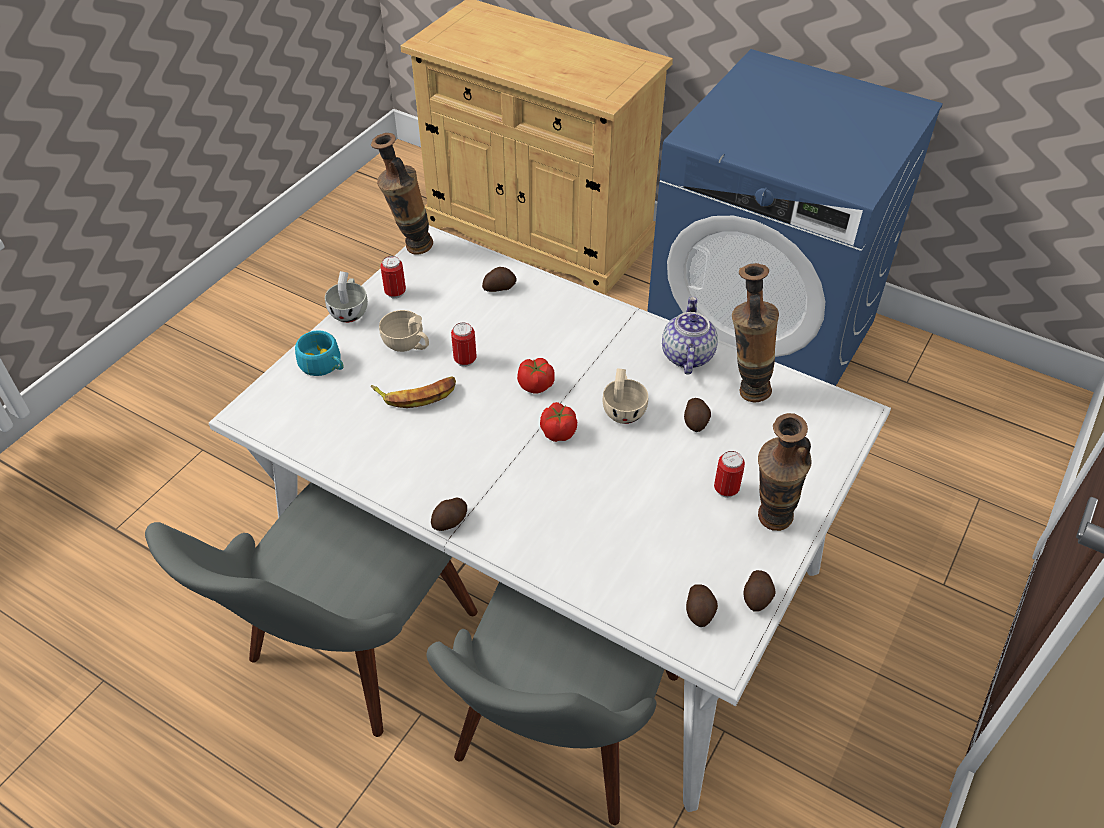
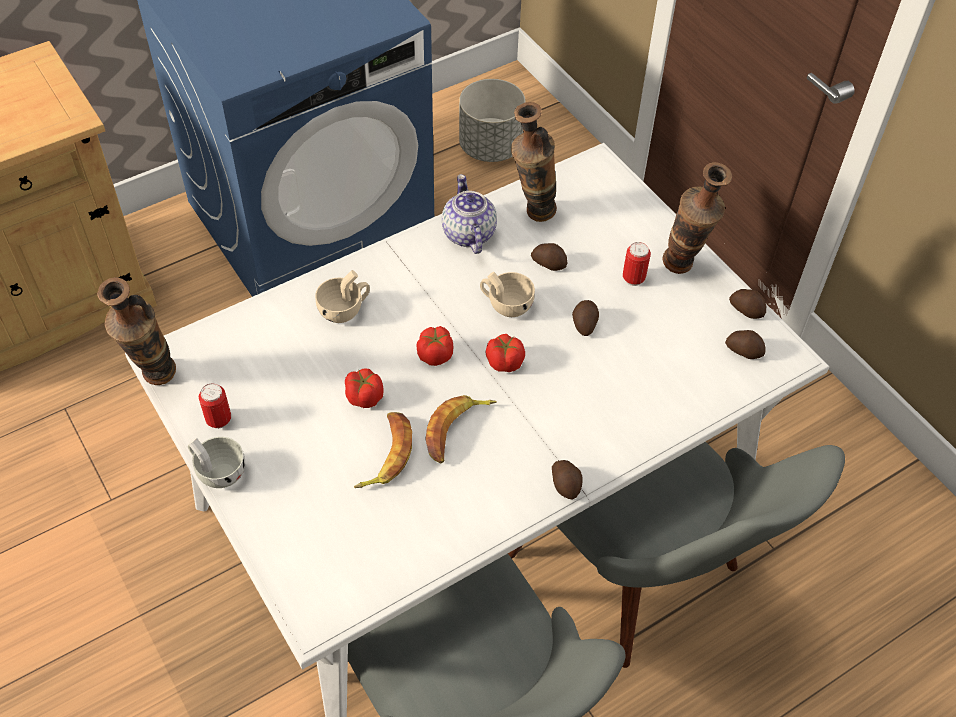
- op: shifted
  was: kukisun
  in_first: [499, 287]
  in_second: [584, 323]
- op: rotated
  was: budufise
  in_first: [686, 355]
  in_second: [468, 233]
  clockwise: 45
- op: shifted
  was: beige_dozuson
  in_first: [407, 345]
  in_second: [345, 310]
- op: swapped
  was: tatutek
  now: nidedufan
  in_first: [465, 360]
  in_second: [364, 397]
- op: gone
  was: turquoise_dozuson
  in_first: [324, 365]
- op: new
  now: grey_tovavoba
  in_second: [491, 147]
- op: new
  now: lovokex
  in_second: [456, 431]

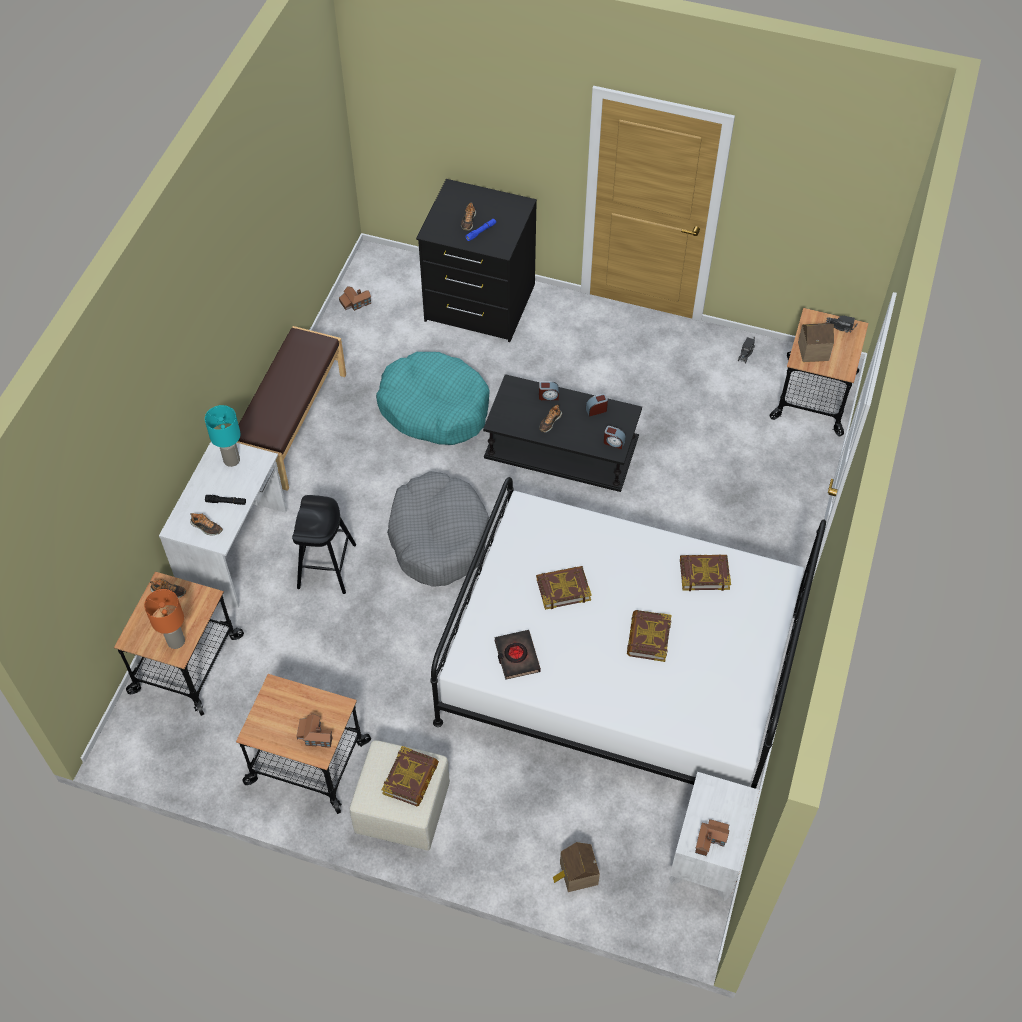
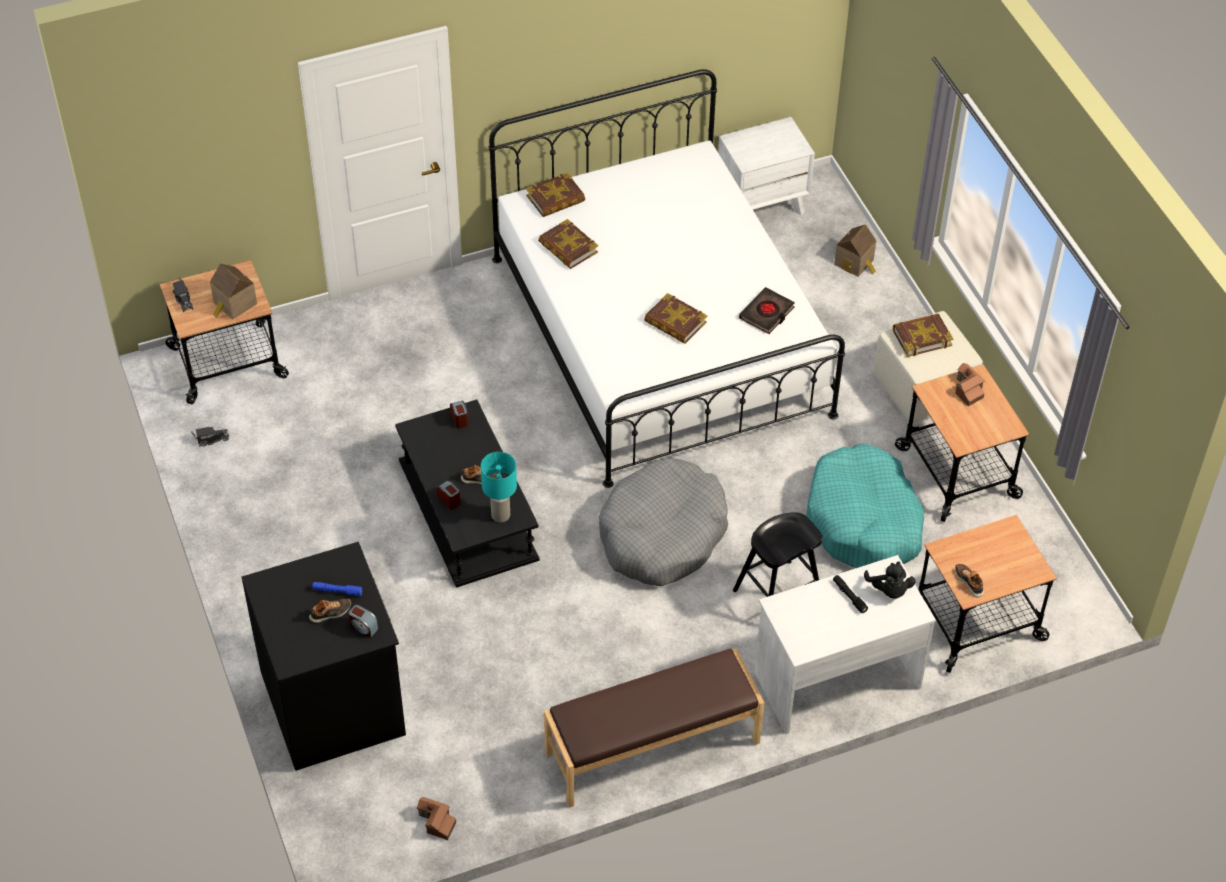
- op: shifted
  was: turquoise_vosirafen
  in_first: [434, 408]
  in_second: [864, 521]
- op: shifted
  was: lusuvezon
  in_first: [596, 410]
  in_second: [363, 627]
- op: shifted
  was: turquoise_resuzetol
  in_first: [232, 460]
  in_second: [500, 515]
- op: swapped
  was: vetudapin
  now: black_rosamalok
  in_first: [206, 527]
  in_second: [889, 590]
- op: gone
  was: orange_resuzetol
  in_first: [175, 641]
- op: shifted
  was: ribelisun
  in_first: [648, 638]
  in_second: [555, 199]
- op: gone
  was: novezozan
  in_first: [711, 839]

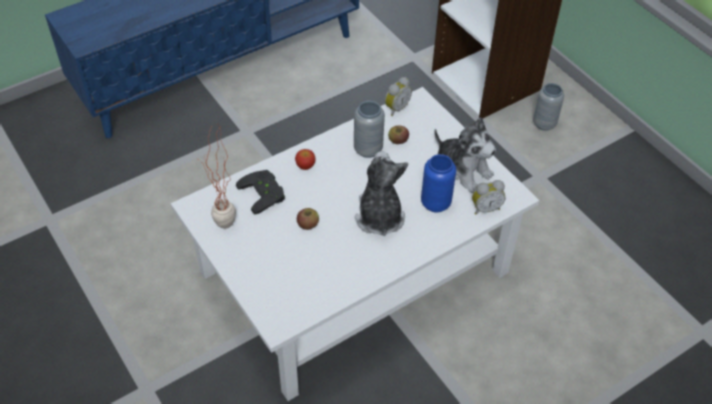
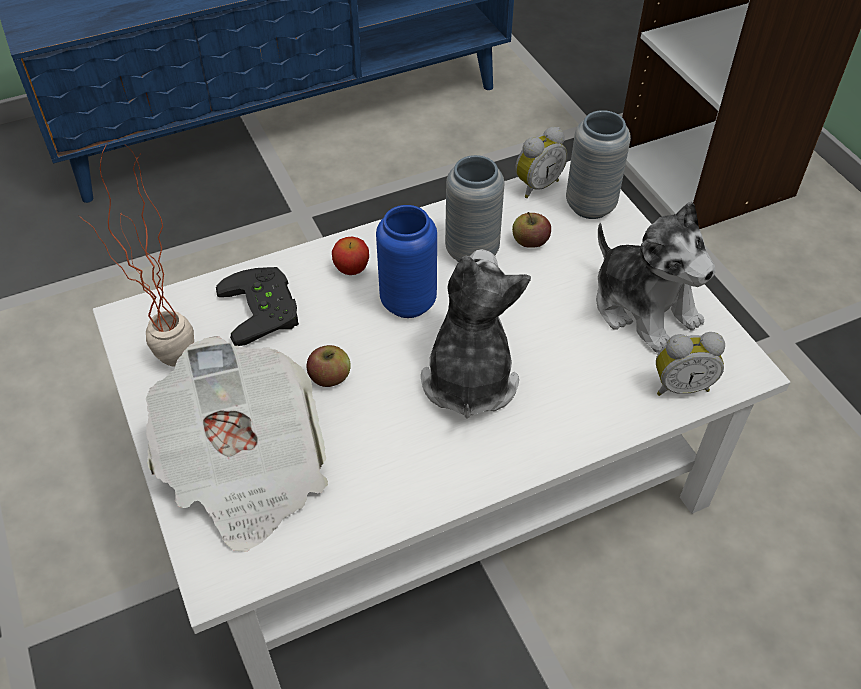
- op: shifted
  was: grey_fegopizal
  in_first: [544, 124]
  in_second: [590, 206]
- op: shifted
  was: blue_fegopizal
  in_first: [435, 203]
  in_second: [408, 302]
- op: new
  now: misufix
  in_second: [245, 469]

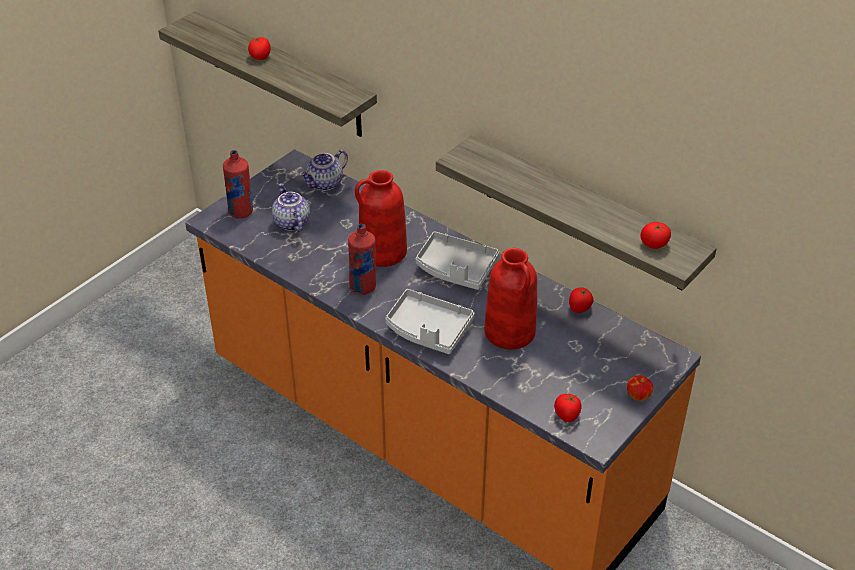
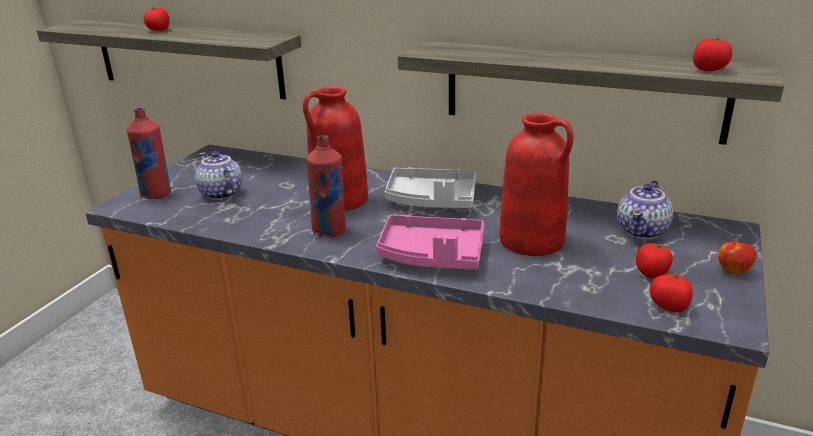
- op: shifted
  was: budufise
  in_first: [325, 184]
  in_second: [643, 231]
- op: shifted
  was: nidedufan
  in_first: [579, 307]
  in_second: [651, 273]
- op: repainted
  was: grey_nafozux
  now: pink_nafozux
  in_first: [428, 330]
  in_second: [432, 255]

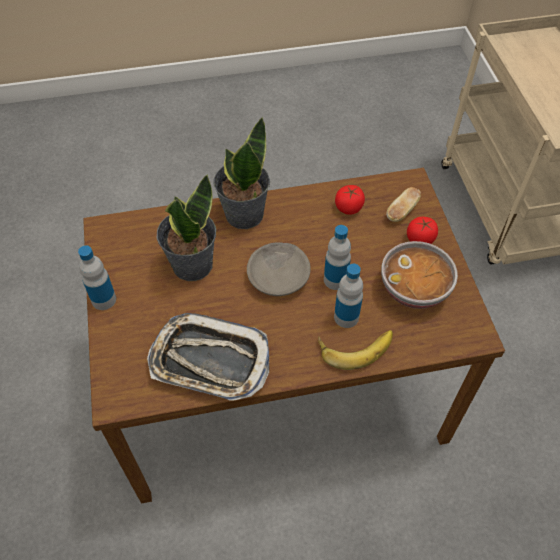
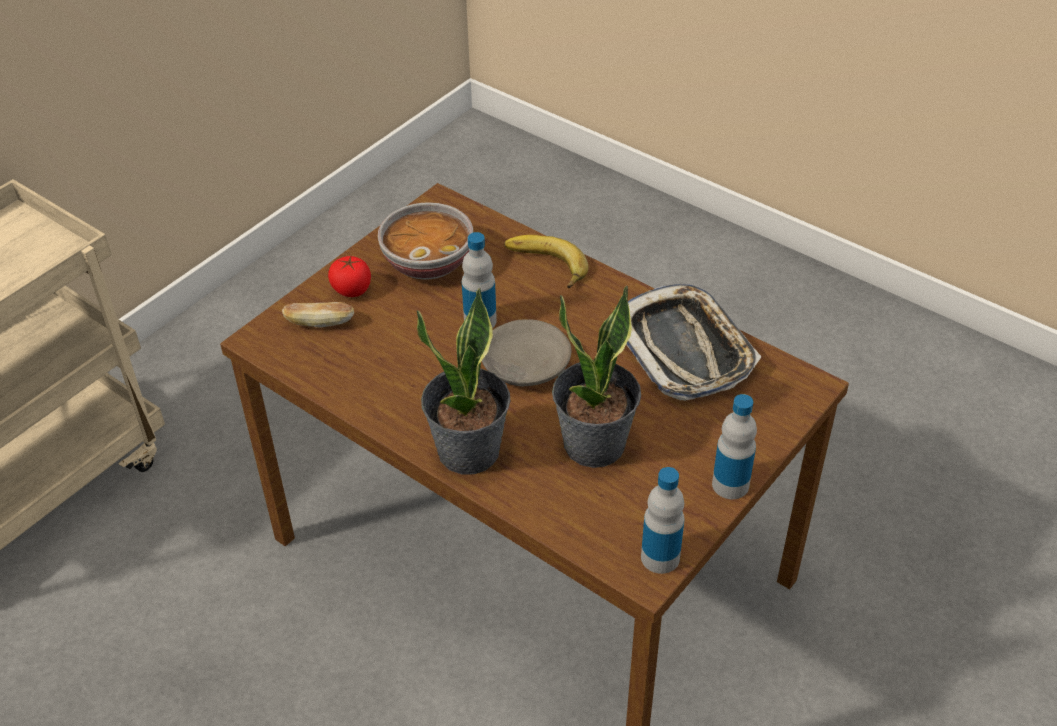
- op: gone
  was: nidedufan
  in_first: [349, 208]
- op: shifted
  was: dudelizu
  in_first: [346, 317]
  in_second: [660, 557]

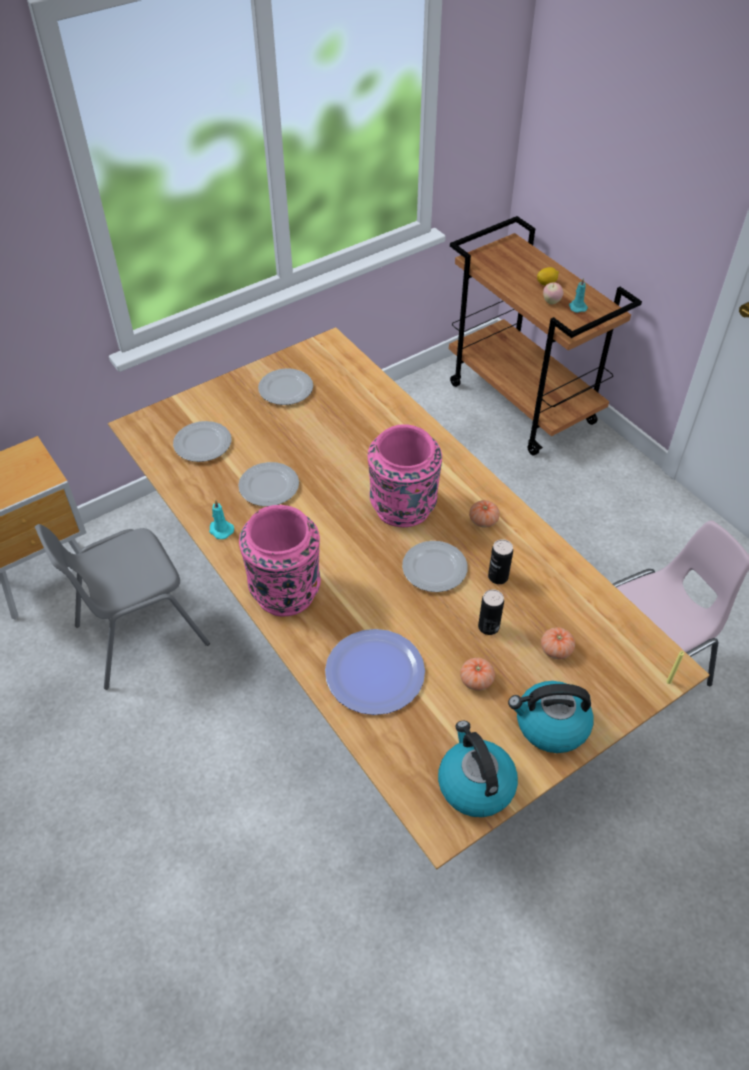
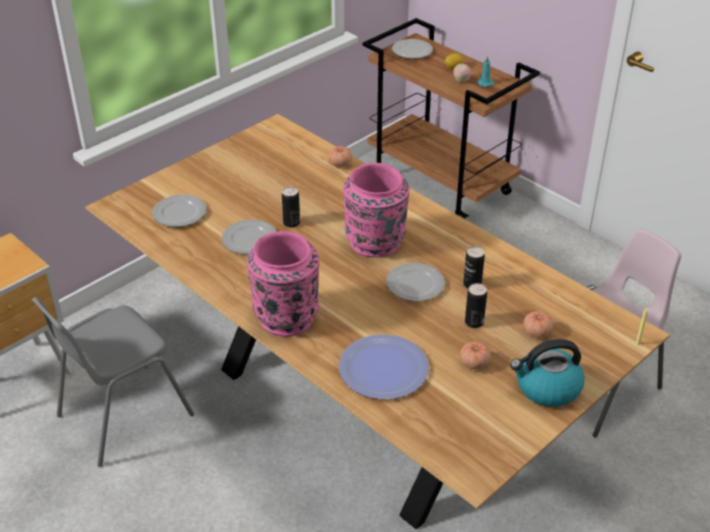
- op: shifted
  was: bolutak
  in_first: [285, 390]
  in_second: [412, 51]
- op: gone
  was: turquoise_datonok
  in_first: [220, 530]
- op: shifted
  was: nidedufan
  in_first: [483, 521]
  in_second: [340, 163]
- op: gone
  was: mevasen
  in_first: [475, 784]
- op: new
  now: tatutek
  in_second: [291, 223]

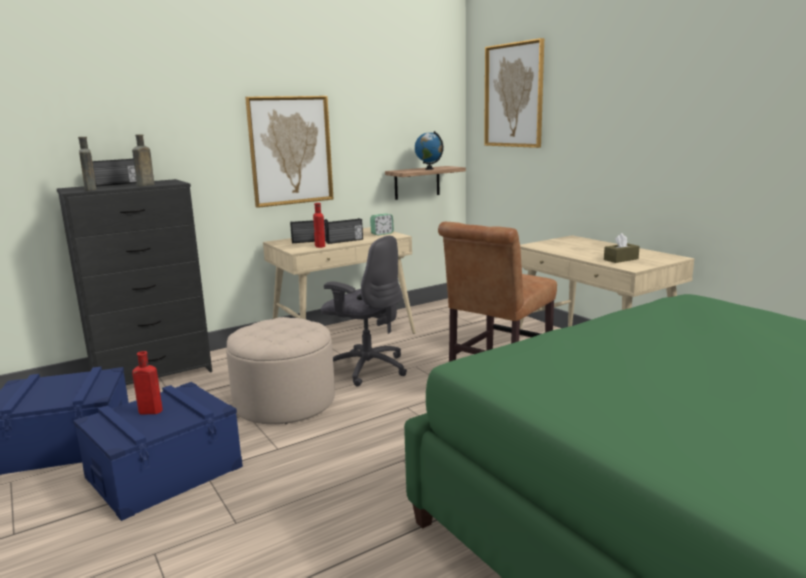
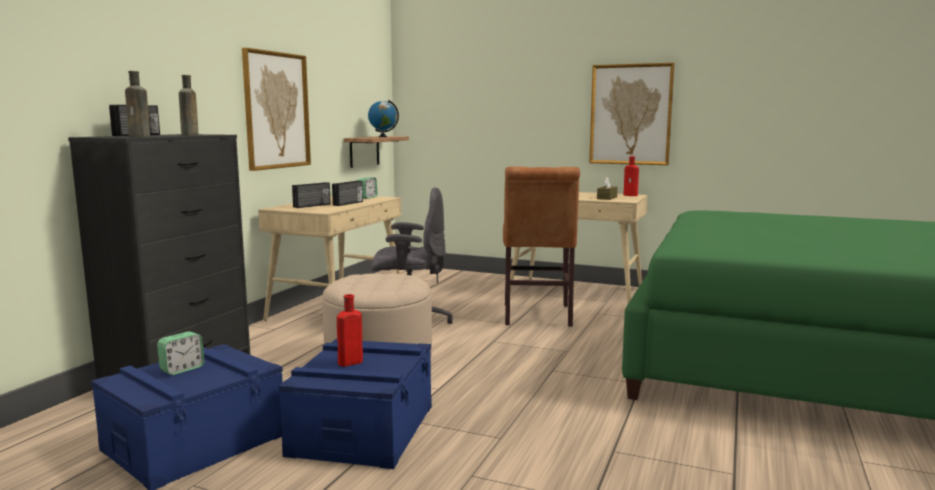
- op: shifted
  was: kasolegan
  in_first: [514, 95]
  in_second: [630, 114]
- op: shifted
  was: red_dudelizu
  in_first: [320, 246]
  in_second: [631, 195]
- op: new
  now: lusuvezon
  in_second: [182, 369]

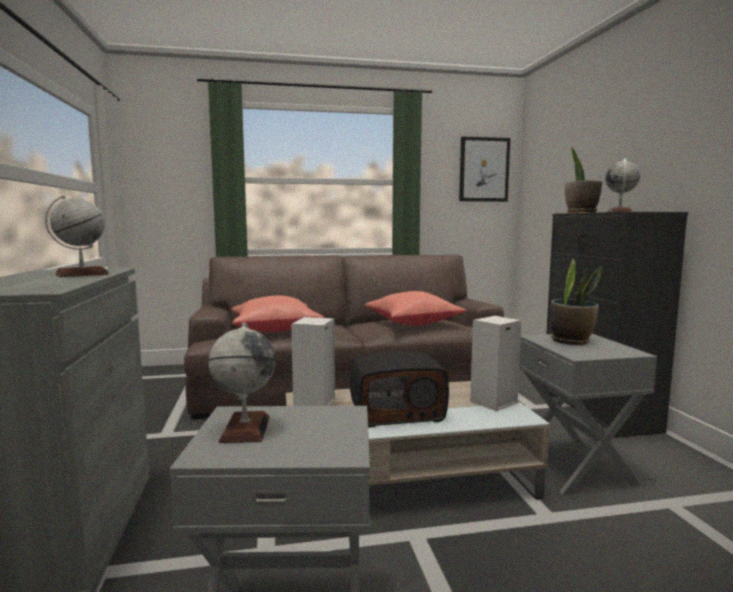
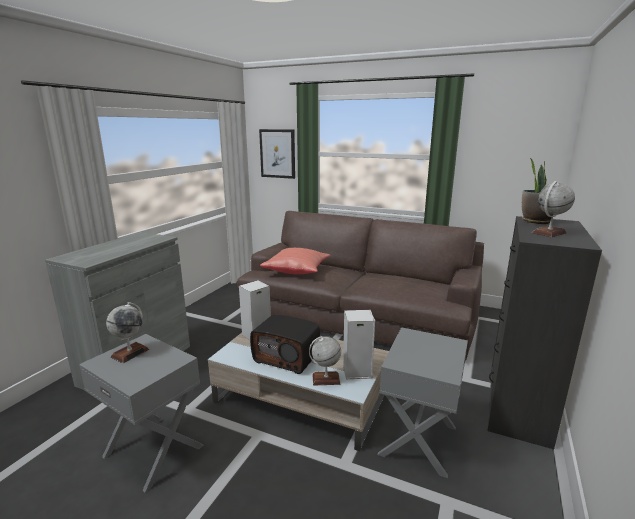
- op: shifted
  was: kasolegan
  in_first: [484, 169]
  in_second: [277, 153]
- op: shifted
  was: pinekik
  in_first: [82, 274]
  in_second: [326, 379]
- op: gone
  was: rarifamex
  in_first: [571, 341]
- op: gone
  was: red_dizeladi
  in_first: [412, 323]

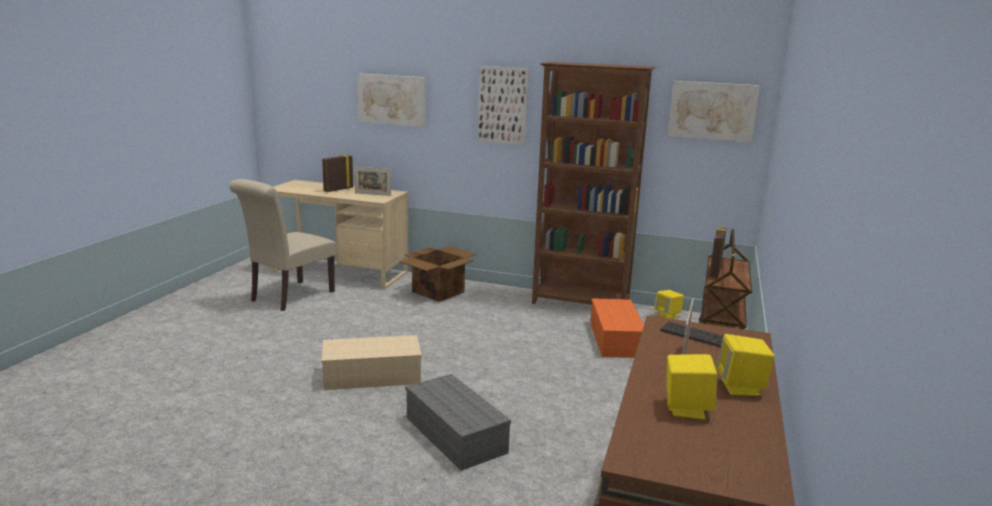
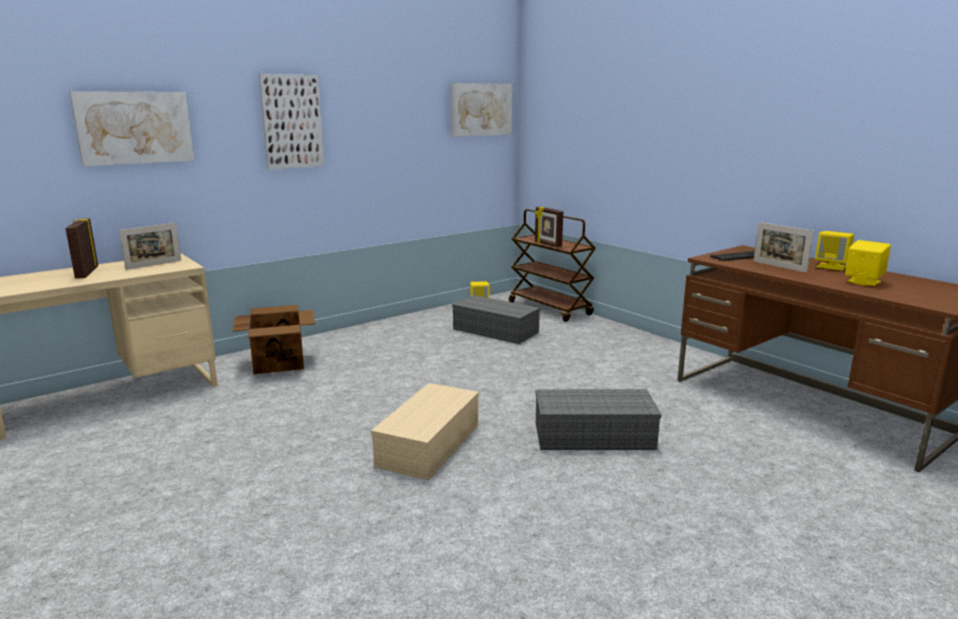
- op: gone
  was: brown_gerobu
  in_first: [581, 304]
- op: gone
  was: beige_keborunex
  in_first: [288, 297]
- op: repainted
  was: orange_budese
  now: grey_budese
  in_first: [617, 340]
  in_second: [497, 331]

